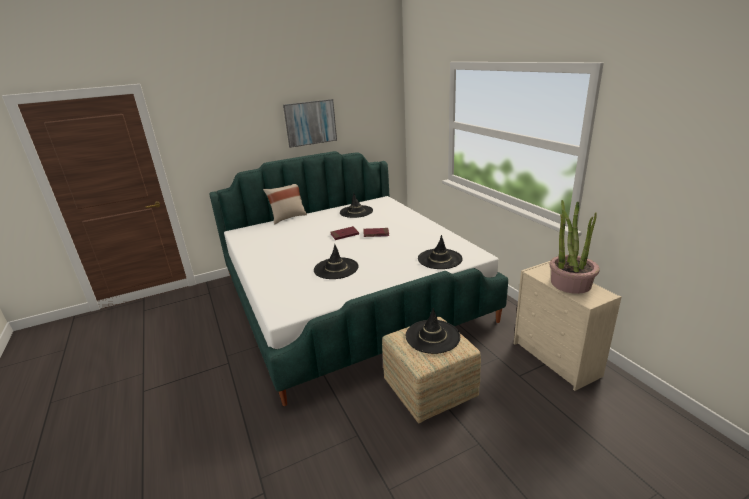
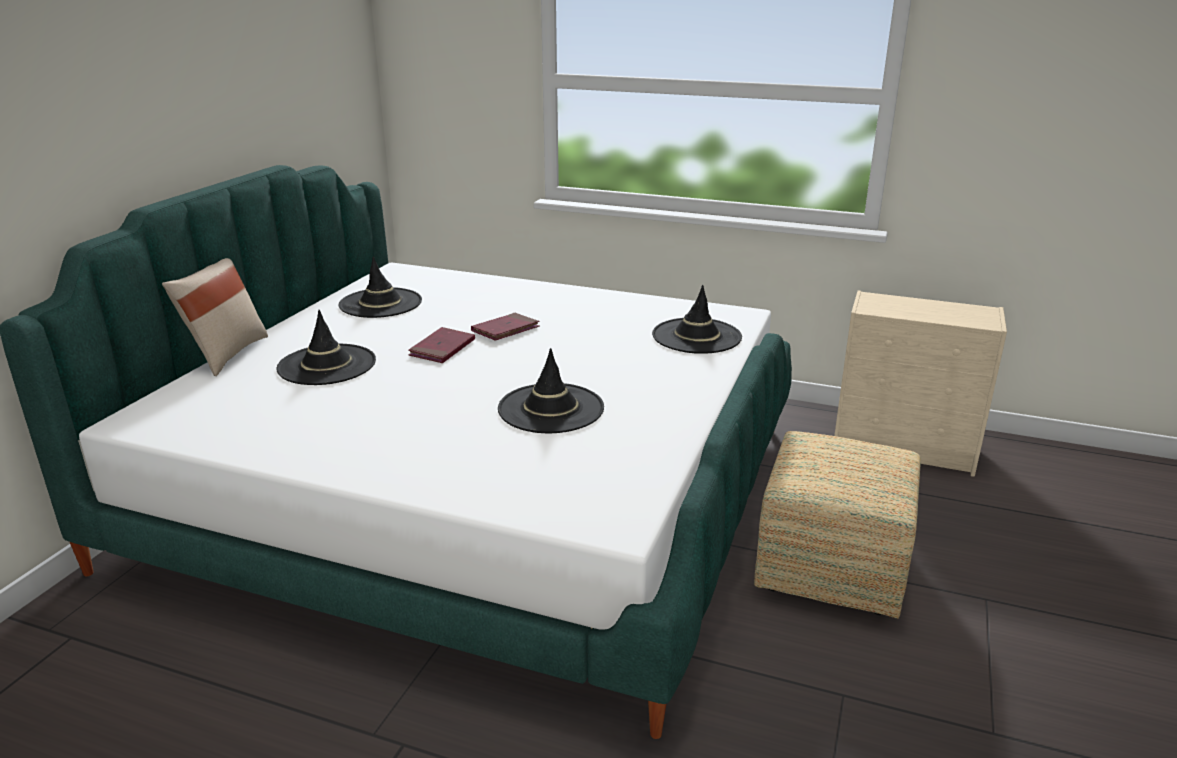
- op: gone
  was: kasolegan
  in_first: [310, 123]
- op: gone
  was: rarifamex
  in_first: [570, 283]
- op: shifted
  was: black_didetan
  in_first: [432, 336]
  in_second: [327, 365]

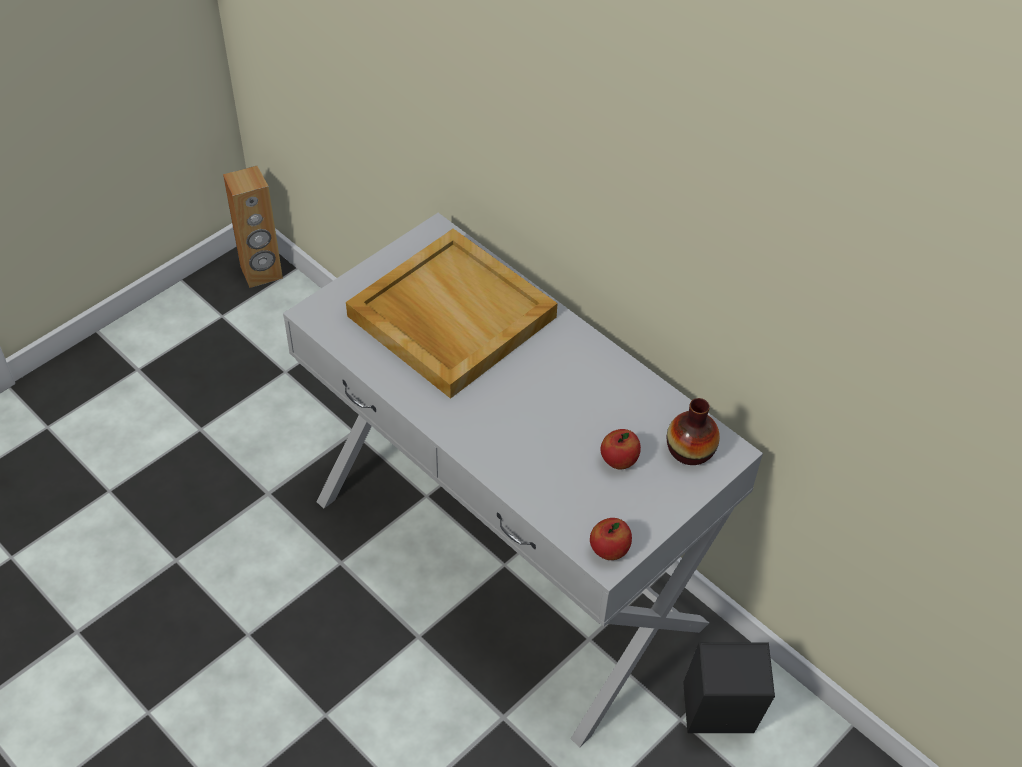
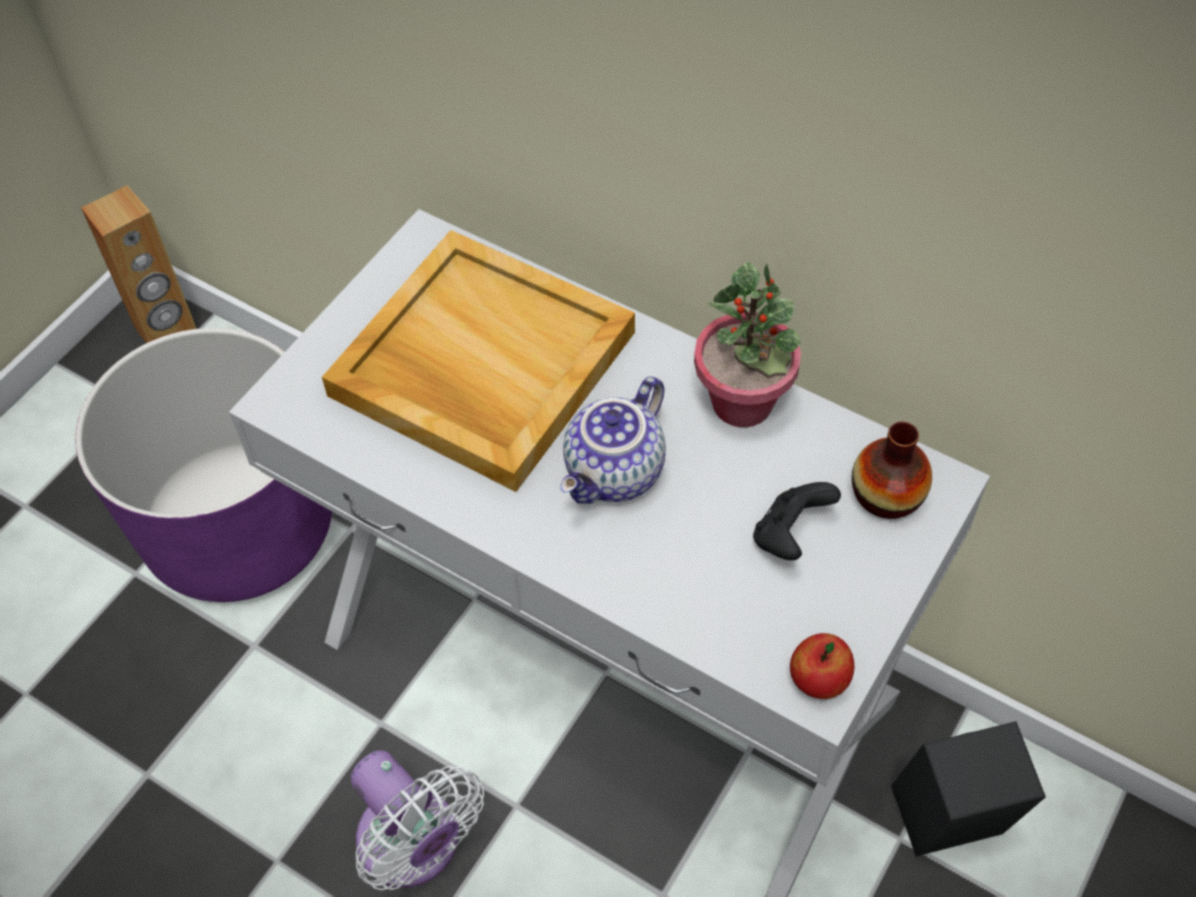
- op: swapped
  was: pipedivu
  now: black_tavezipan
  in_first: [618, 461]
  in_second: [790, 535]
- op: new
  now: rarifamex
  in_second: [743, 403]
- op: new
  now: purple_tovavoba
  in_second: [240, 527]
- op: new
  now: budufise
  in_second: [616, 473]
- op: new
  now: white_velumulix
  in_second: [415, 846]

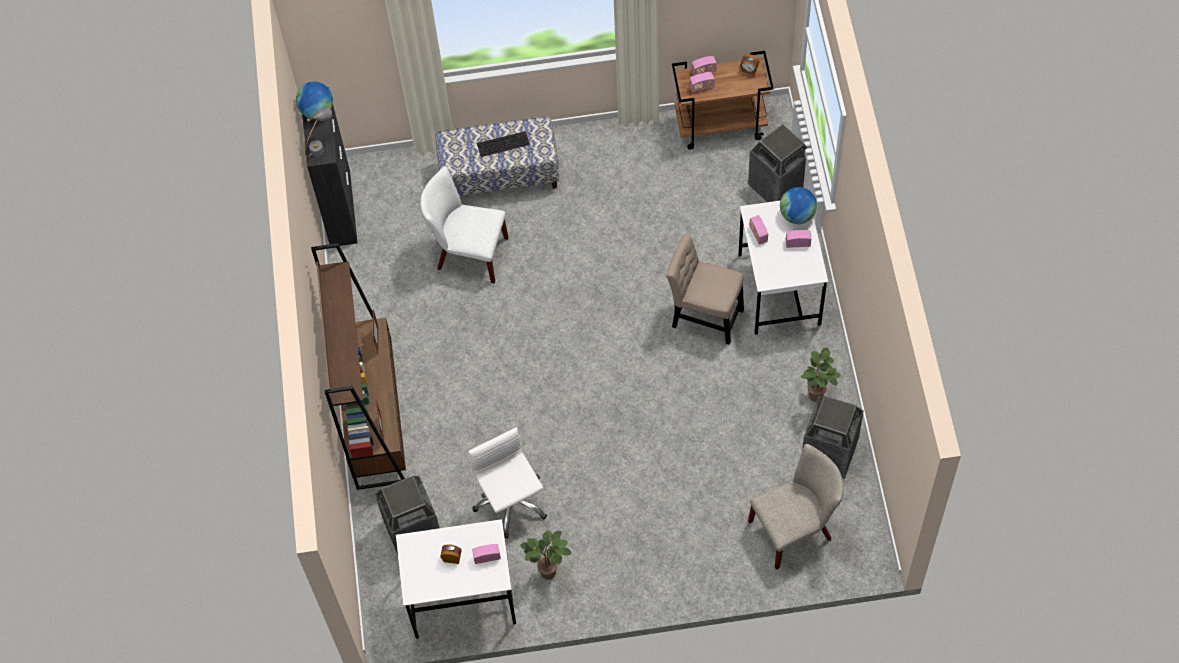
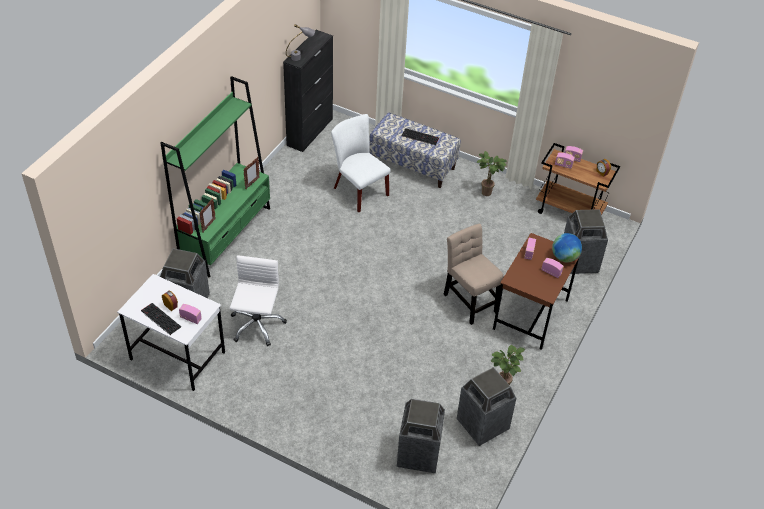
- op: gone
  was: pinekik
  in_first: [317, 110]
- op: repainted
  was: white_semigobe
  now: brown_semigobe
  in_first: [779, 290]
  in_second: [531, 315]
- op: repainted
  was: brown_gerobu
  now: green_gerobu
  in_first: [374, 416]
  in_second: [226, 235]
- op: swapped
  was: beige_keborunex
  now: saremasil
  in_first: [795, 528]
  in_second: [418, 454]
- op: shifted
  was: rarifamex
  in_first: [550, 571]
  in_second: [488, 193]
- op: new
  now: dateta
  in_second: [160, 319]

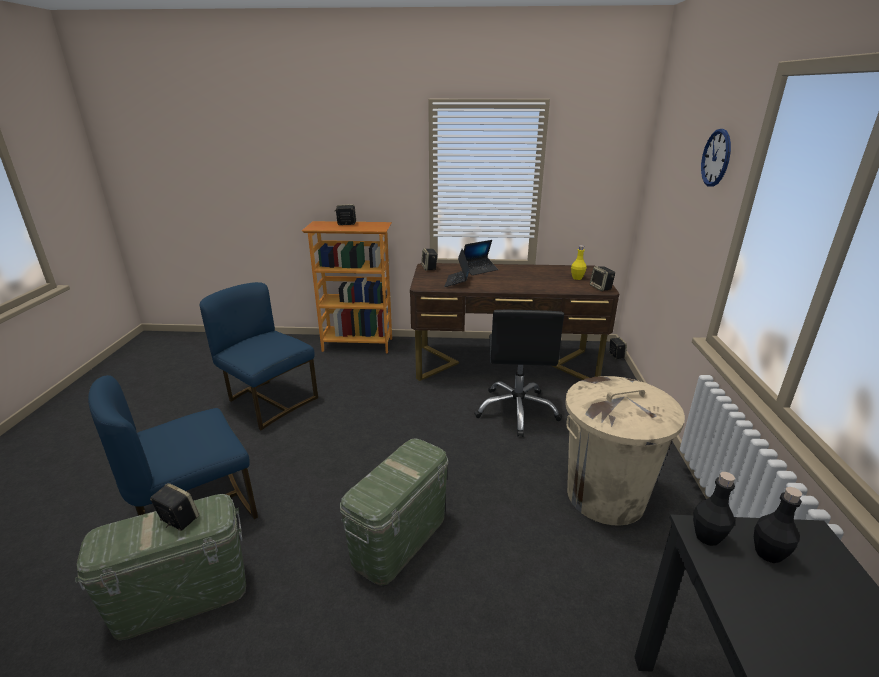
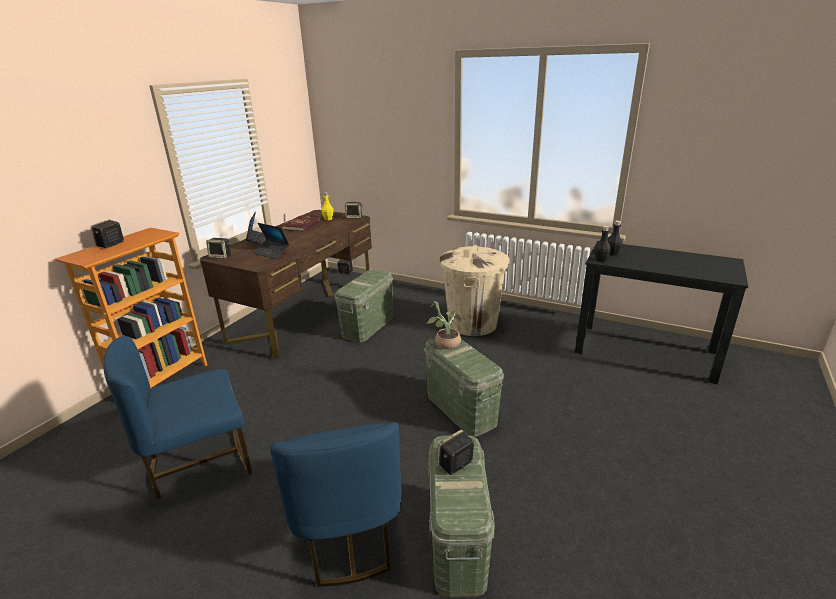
- op: gone
  was: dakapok
  in_first: [716, 158]
- op: swapped
  was: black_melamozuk
  now: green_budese
  in_first: [517, 410]
  in_second: [368, 326]
- op: new
  now: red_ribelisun
  in_second: [302, 225]
- op: new
  now: rarifamex
  in_second: [444, 343]

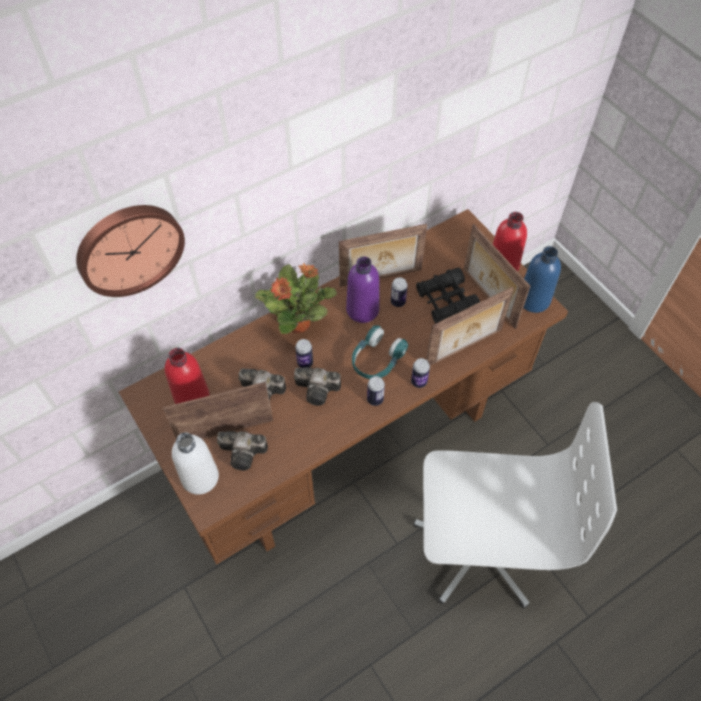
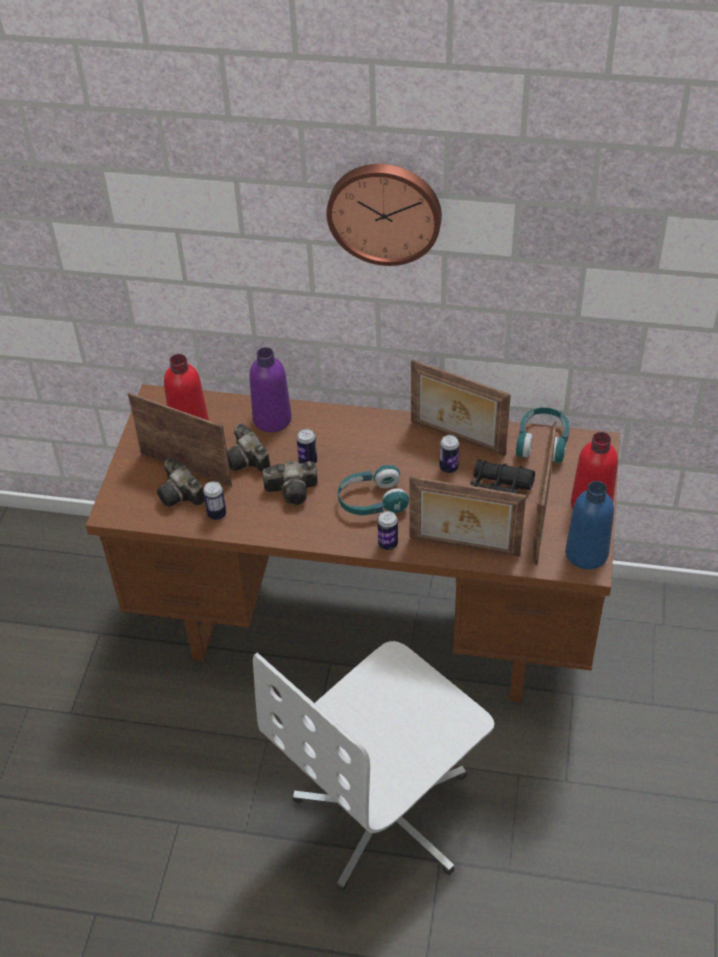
- op: shifted
  was: dakapok
  in_first: [129, 248]
  in_second: [385, 211]
- op: shifted
  was: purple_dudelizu
  in_first: [362, 310]
  in_second: [272, 419]
- op: gone
  was: rarifamex
  in_first: [299, 323]
- op: rotated
  was: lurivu
  in_first: [319, 390]
  in_second: [294, 490]
  clockwise: -60
- op: shifted
  was: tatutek
  in_first: [375, 399]
  in_second: [217, 514]
- op: rotated
  was: white_melamozuk
  in_first: [479, 547]
  in_second: [386, 813]
  clockwise: 90
- op: gone
  was: white_dudelizu
  in_first: [200, 477]
- op: new
  now: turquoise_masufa
  in_second: [542, 442]

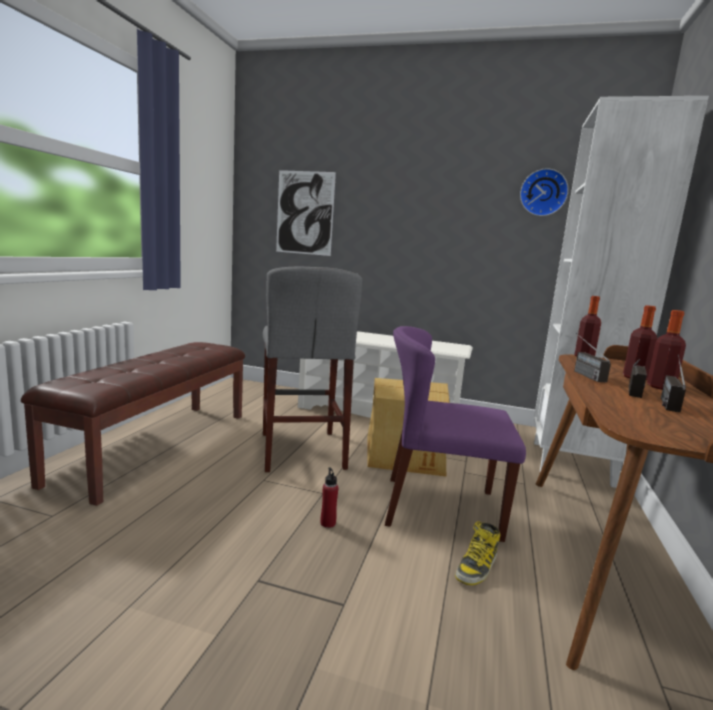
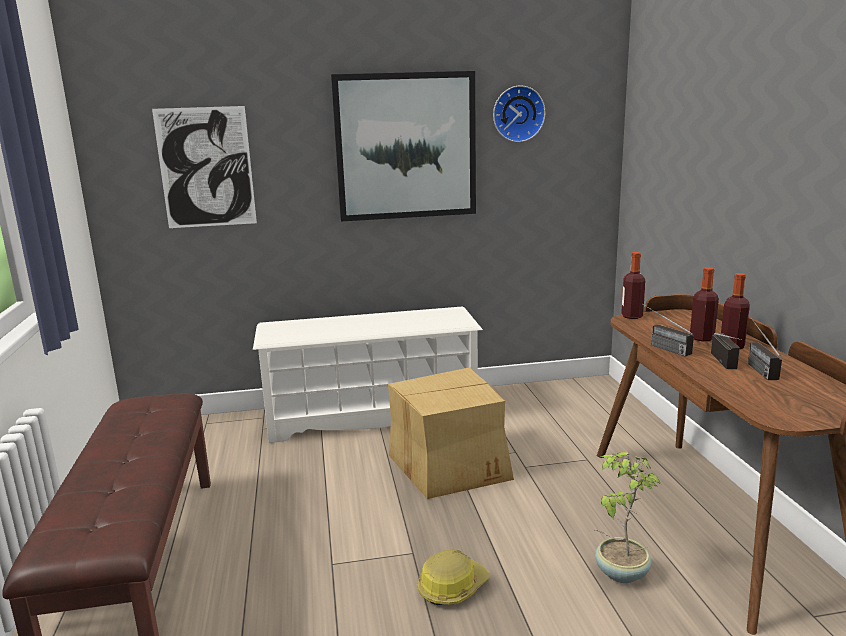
- op: gone
  was: white_gerobu
  in_first: [572, 463]
- op: gone
  was: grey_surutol
  in_first: [302, 450]
- op: gone
  was: purple_keborunex
  in_first: [440, 507]
- op: swapped
  was: red_dudelizu
  now: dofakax
  in_first: [328, 523]
  in_second: [452, 587]
- op: swapped
  was: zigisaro
  now: rarifamex
  in_first: [477, 567]
  in_second: [620, 573]
- op: new
  now: kasolegan
  in_second: [406, 146]

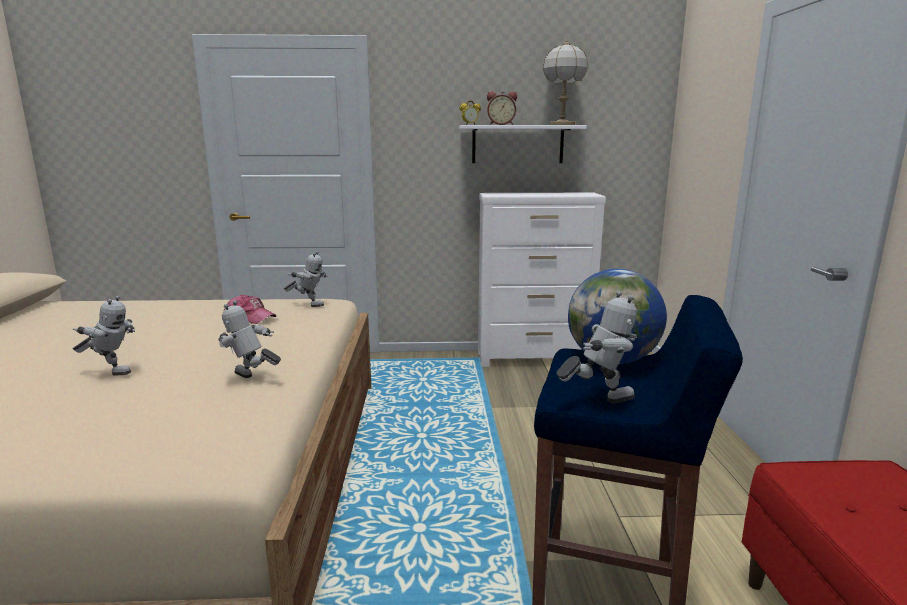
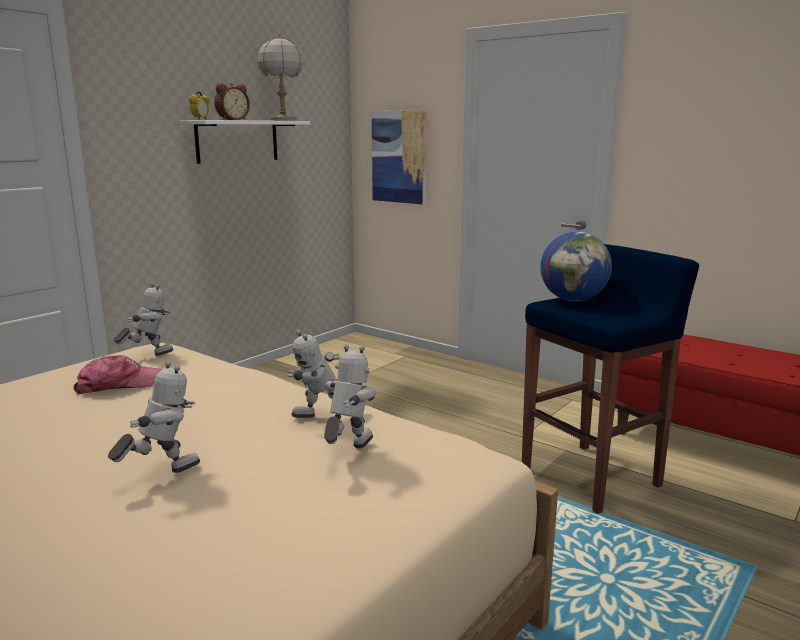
- op: gone
  was: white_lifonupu
  in_first: [534, 359]
- op: shifted
  was: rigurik
  in_first: [598, 400]
  in_second: [348, 450]
- op: new
  now: kasolegan
  in_second: [399, 157]

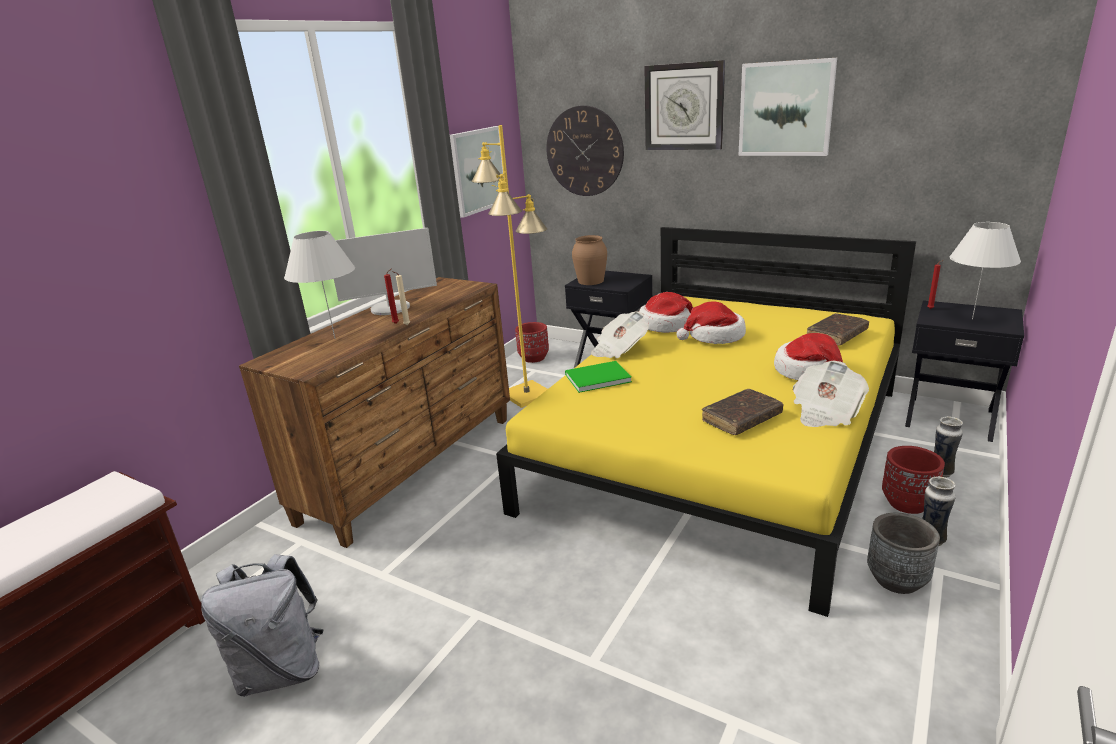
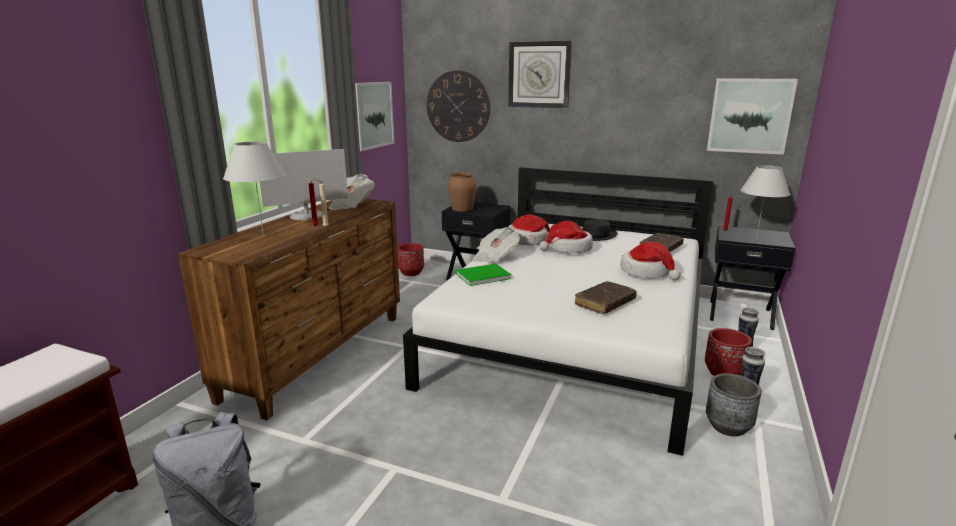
- op: shifted
  was: kasolegan
  in_first: [786, 109]
  in_second: [749, 116]
- op: gone
  was: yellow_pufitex
  in_first: [527, 395]
- op: repainted
  was: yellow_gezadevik
  now: white_gezadevik
  in_first: [721, 447]
  in_second: [576, 336]
- op: shifted
  was: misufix
  in_first: [825, 412]
  in_second: [350, 205]
- op: new
  now: black_didetan
  in_second: [596, 235]

